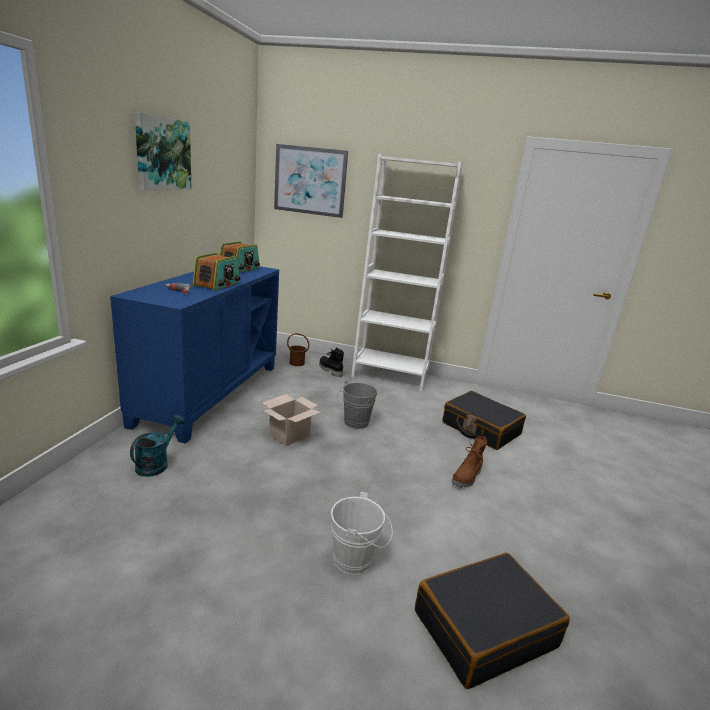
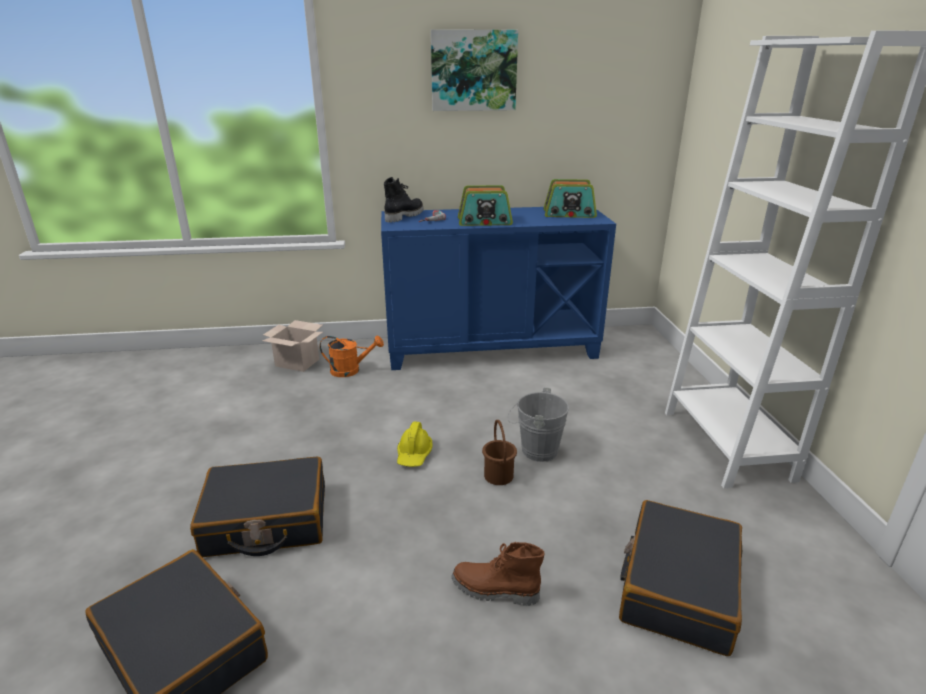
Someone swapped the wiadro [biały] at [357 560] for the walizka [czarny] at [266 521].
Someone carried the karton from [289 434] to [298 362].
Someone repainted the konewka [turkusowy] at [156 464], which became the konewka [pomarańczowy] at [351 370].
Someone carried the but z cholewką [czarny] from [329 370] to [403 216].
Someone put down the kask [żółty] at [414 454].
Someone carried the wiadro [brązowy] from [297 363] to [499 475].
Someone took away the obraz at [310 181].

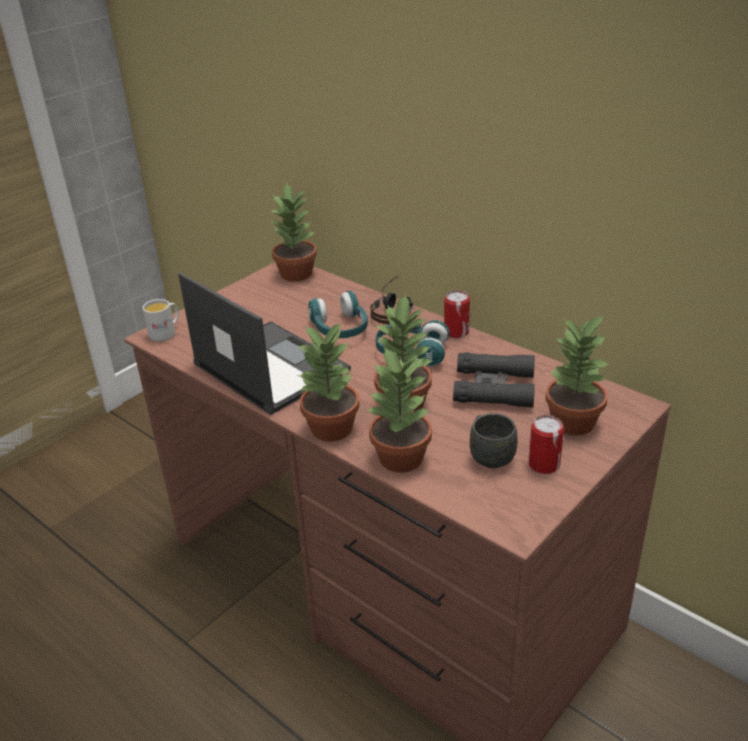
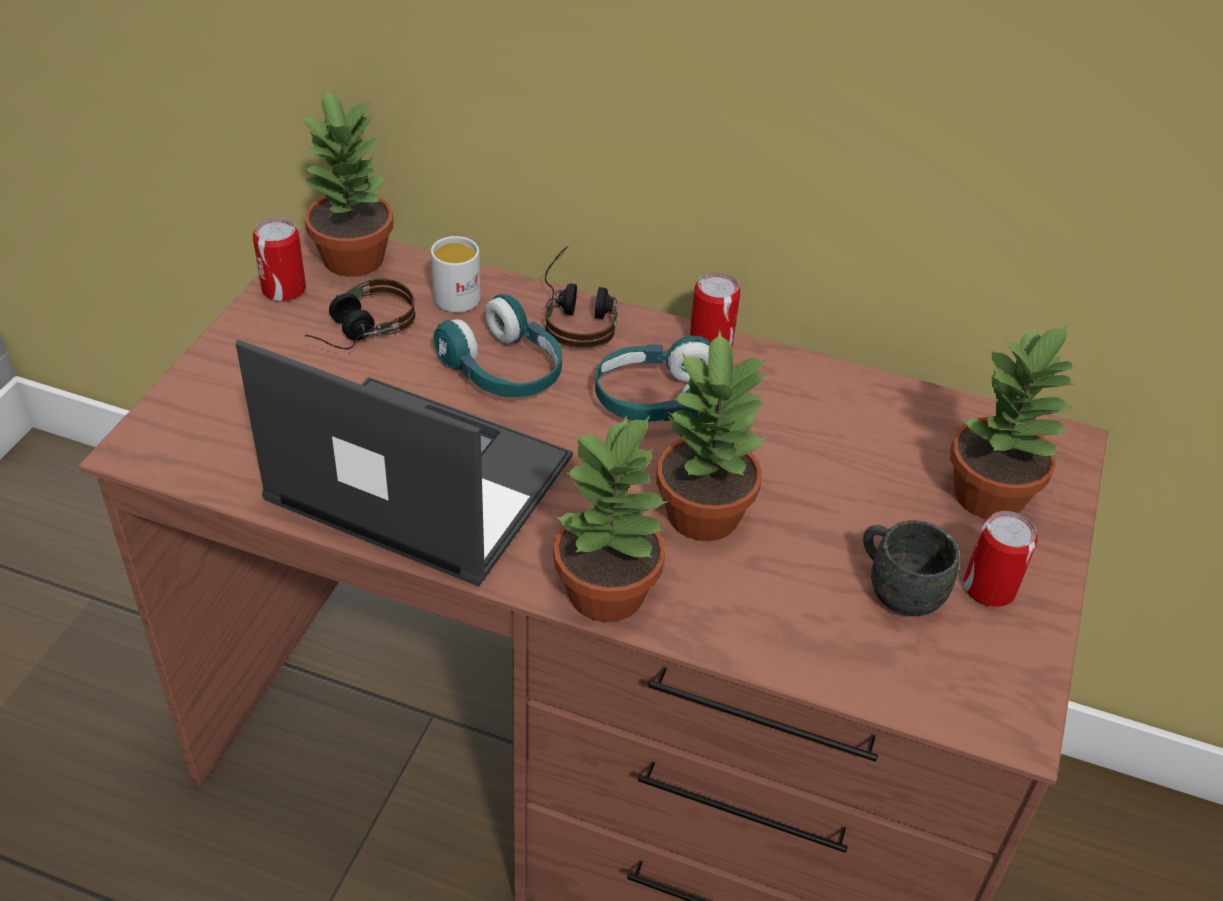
Someone put down the puszka at [284 289].
Someone put down the słuchawki at [357 331].
Someone carried the kubek [biały] from [166 332] to [460 293].
Someone took away the roślina doniczkowa at [401 459].
Someone took away the lornetka [czarny] at [494 388].

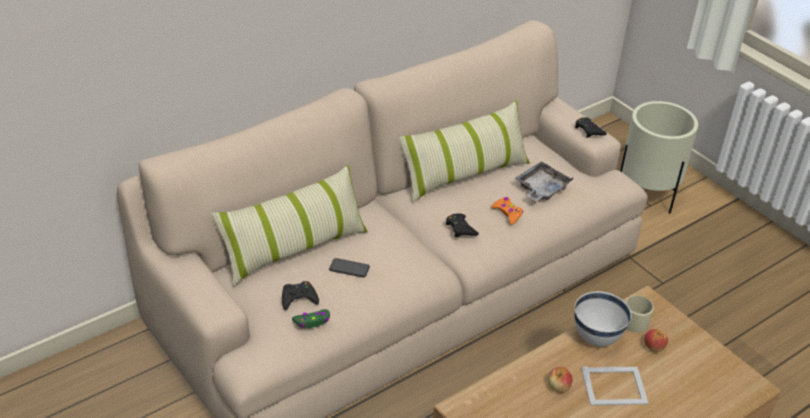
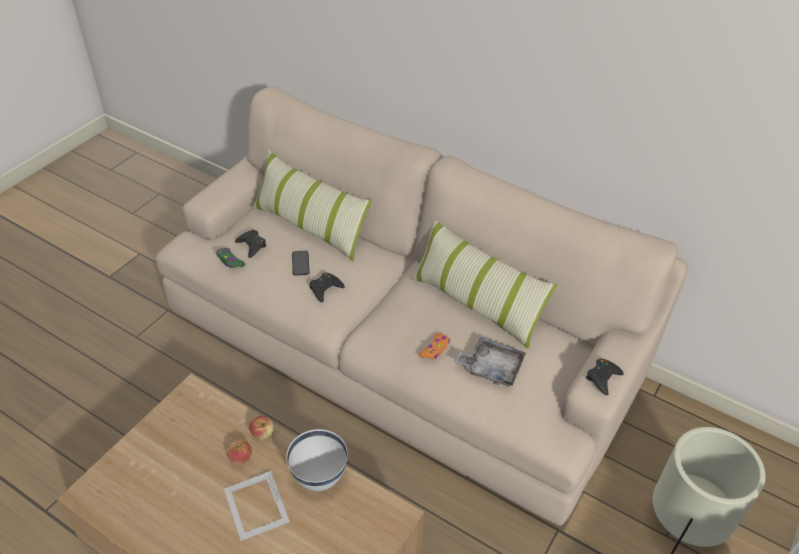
Someone carried the jabłko from [653 347] to [263 433].
Someone carried the pad do gier [czarny] from [460 228] to [325 289].
Someone took away the kubek [beżowy] at [634 319].

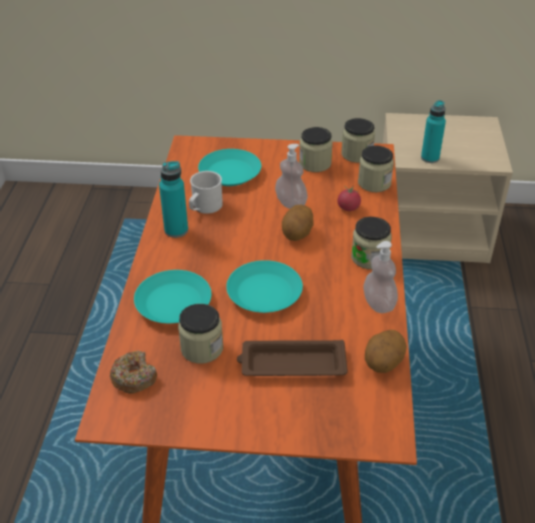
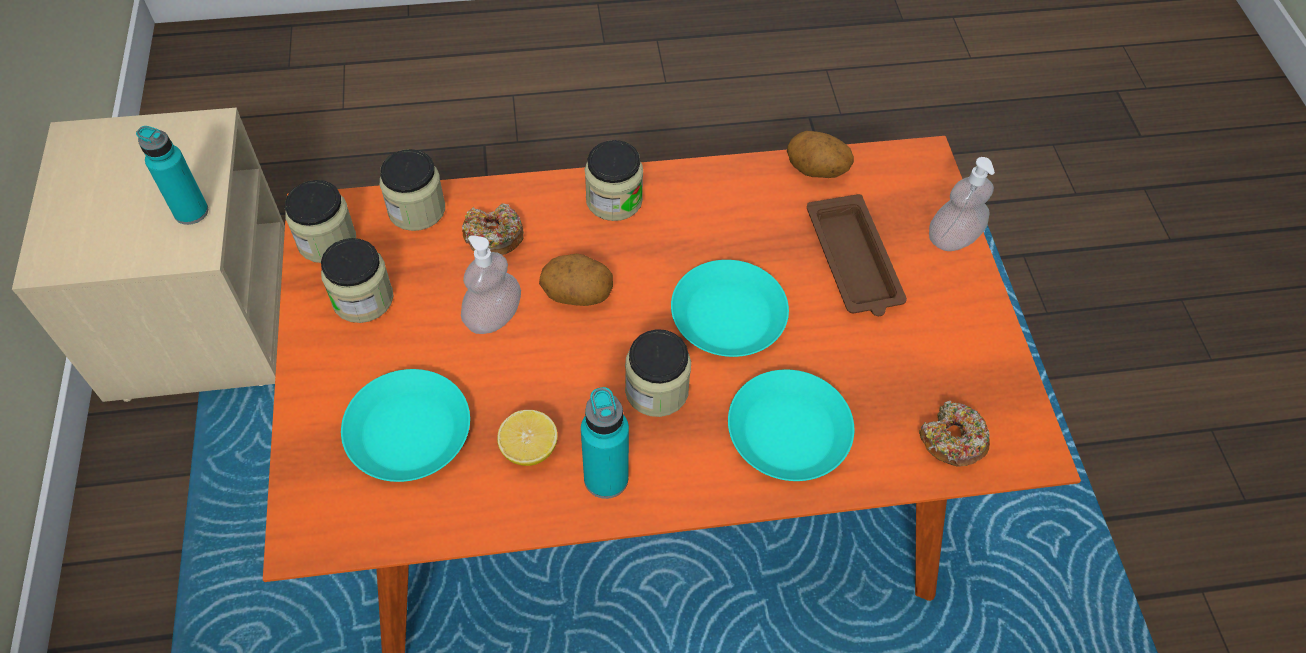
Someone swapped the pomidor at [348 208] for the donut at [493 237].
Someone swapped the kubek [biały] at [204 207] for the cytryna at [529 449].
Someone carried the słoik from [202 348] to [656 390].
Someone carried the dozownik mydła from [378 304] to [952 238].

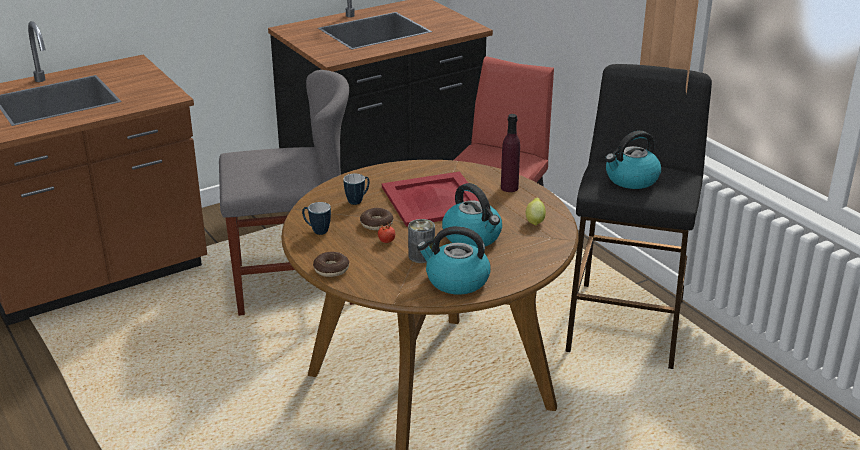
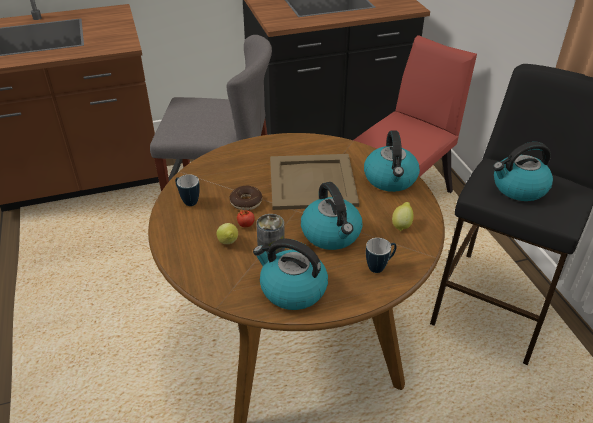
Someone put down the cytryna at [228 243].
Someone repainted the taca [czerwony] at [433 200], which became the taca [beżowy] at [311 182].
Someone swapped the butelka [fioletowy] at [509 188] for the czajnik at [390 179].
Someone carried the kubek from [358 200] to [380 266].
Someone took away the donut at [331 269].

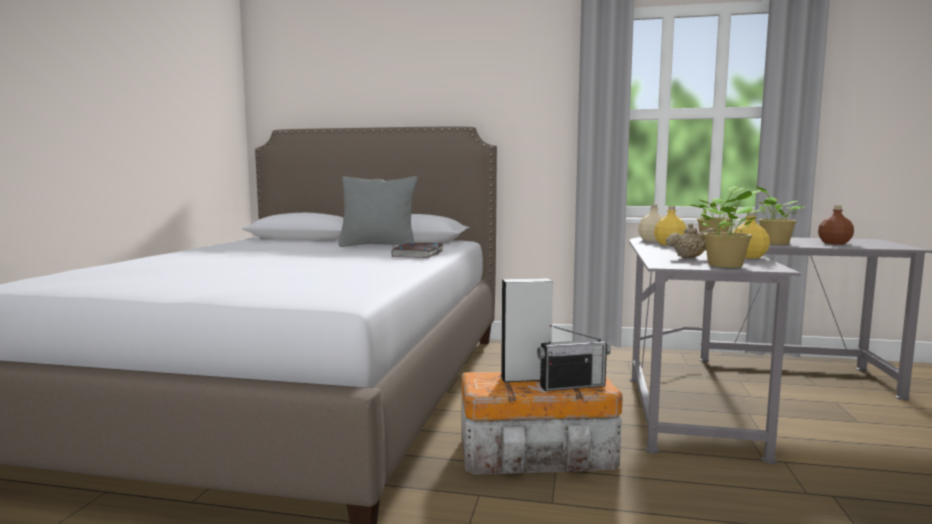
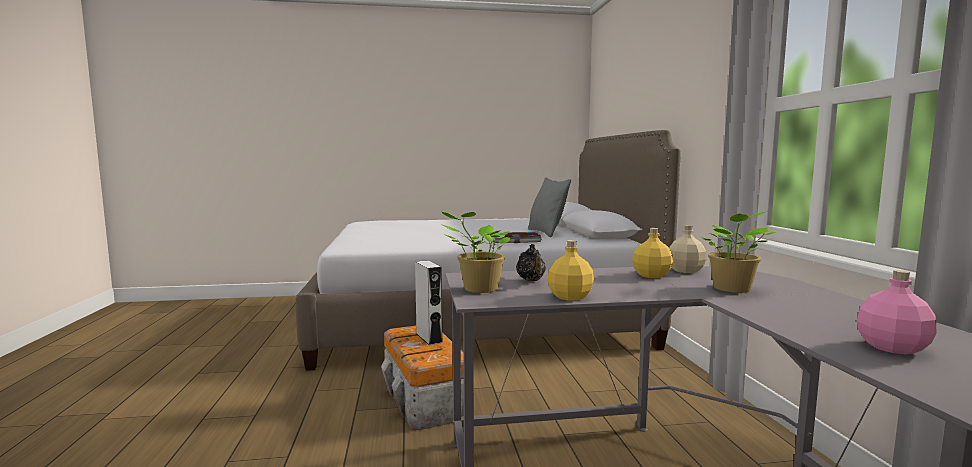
Someone repainted the imbryk [beżowy] at [690 257], which became the imbryk [czarny] at [531 281].
Someone repainted the butelka [brązowy] at [835 243], which became the butelka [różowy] at [893 348].
Someone took away the radio at [572 386].
Someone took away the roślina doniczkowa at [773 243].

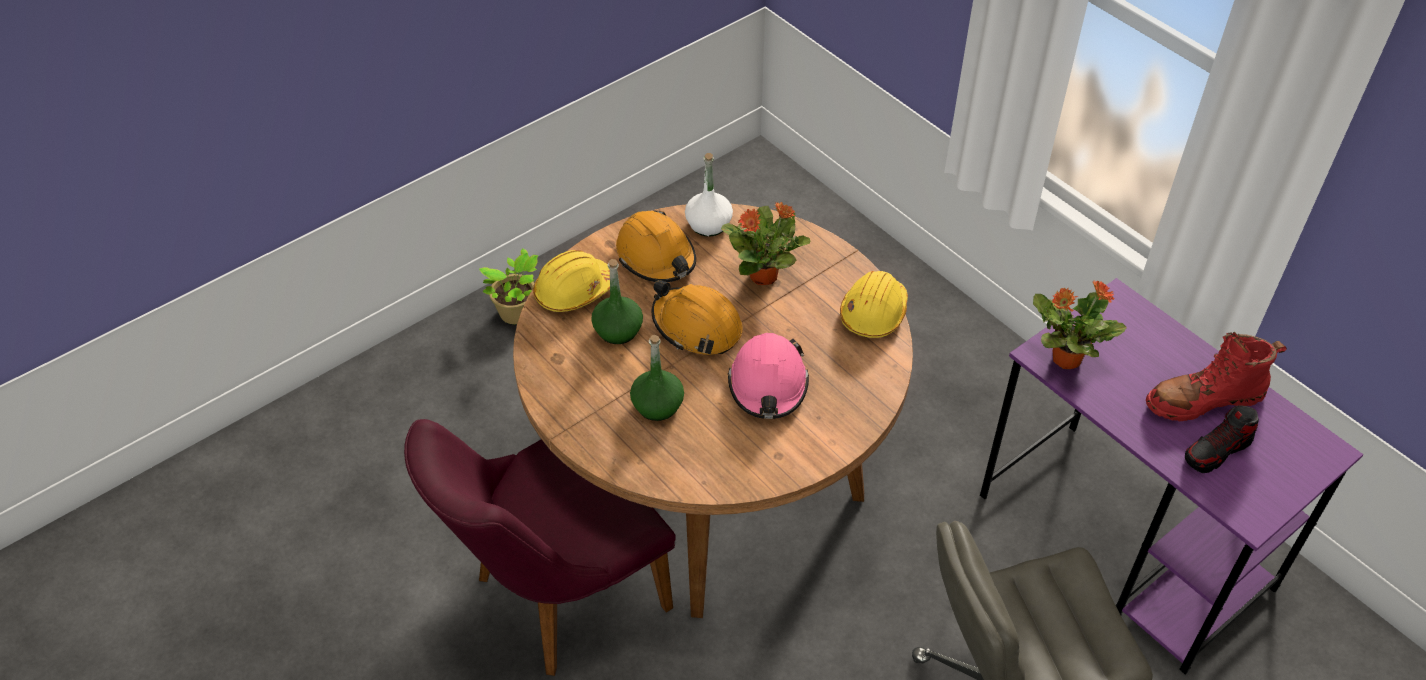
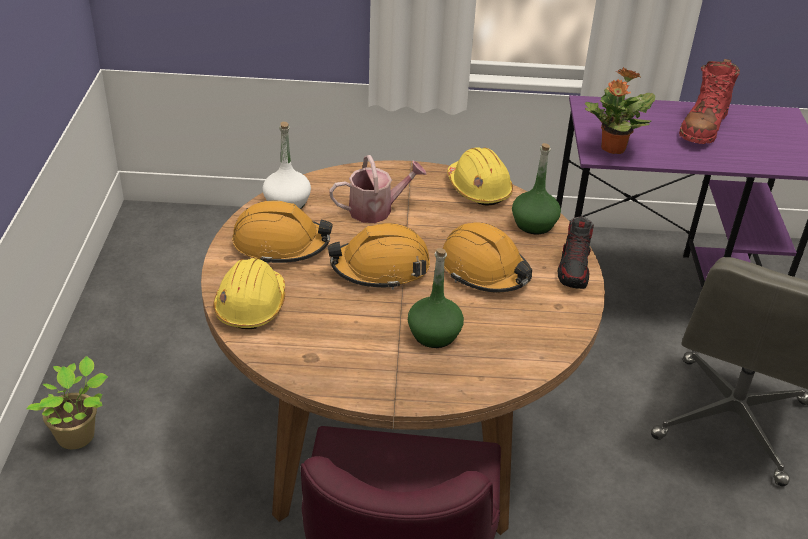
Someone swapped the roślina doniczkowa at [764 276] for the konewka at [376 210].
Someone repainted the kask [różowy] at [768 385], which became the kask [pomarańczowy] at [484 270].
Someone carried the butelka [zielony] from [618 330] to [534 224].
Someone carried the but from [1217 451] to [574 268].

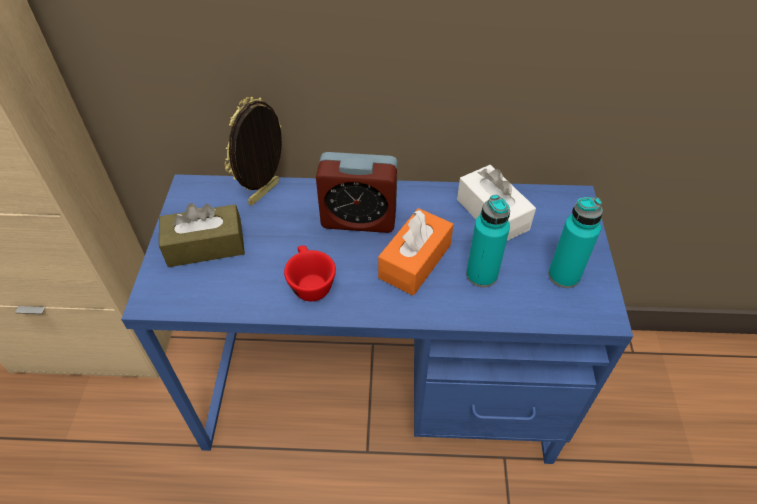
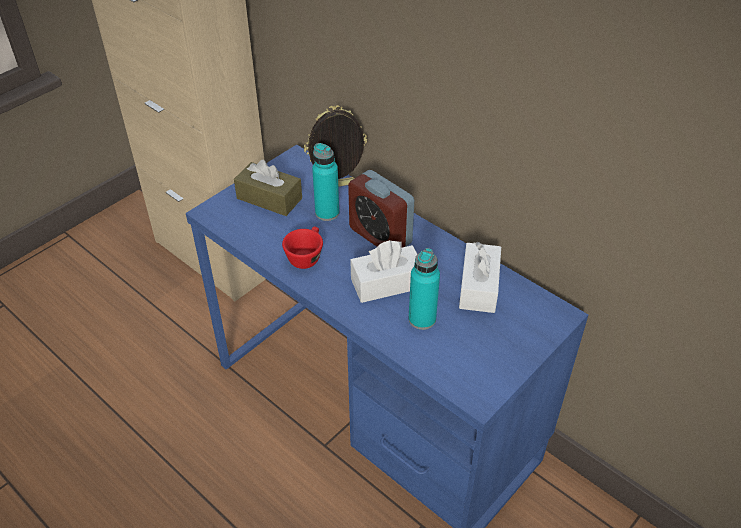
Someone carried the butelka [turkusowy] from [563 275] to [327 213].
Someone repainted the pudełko chusteczek [pomarańczowy] at [415 261], which became the pudełko chusteczek [biały] at [386 283].

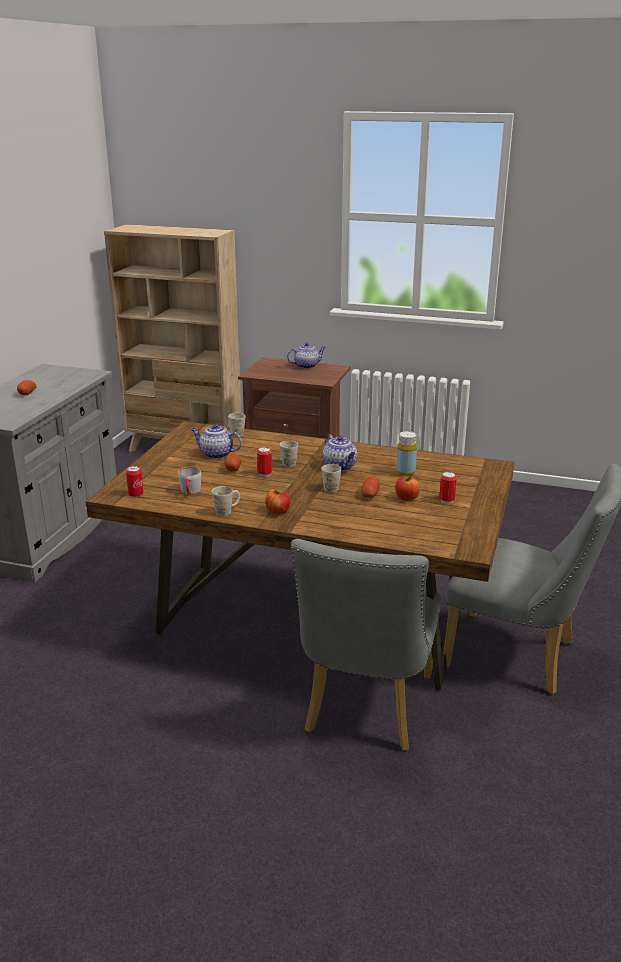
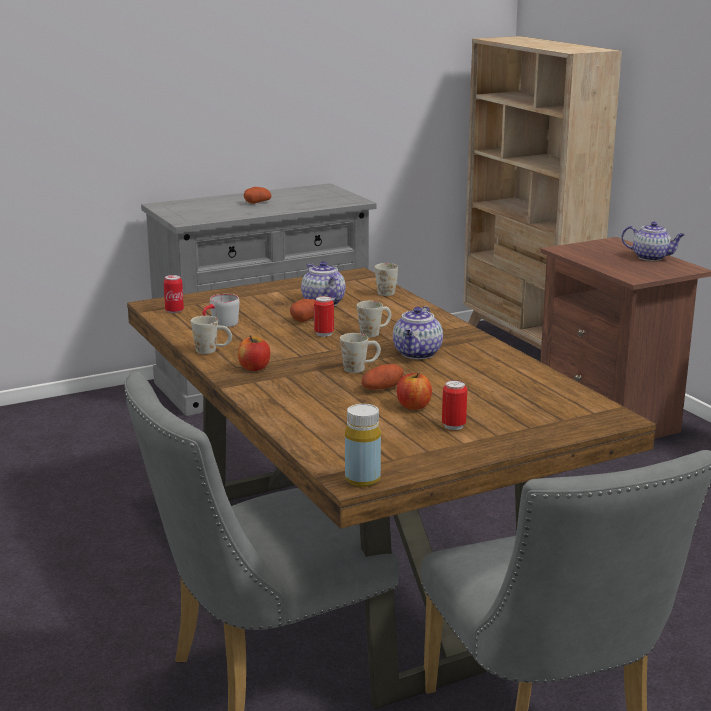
Someone carried the butelka [żółty] from [405 472] to [362 479].

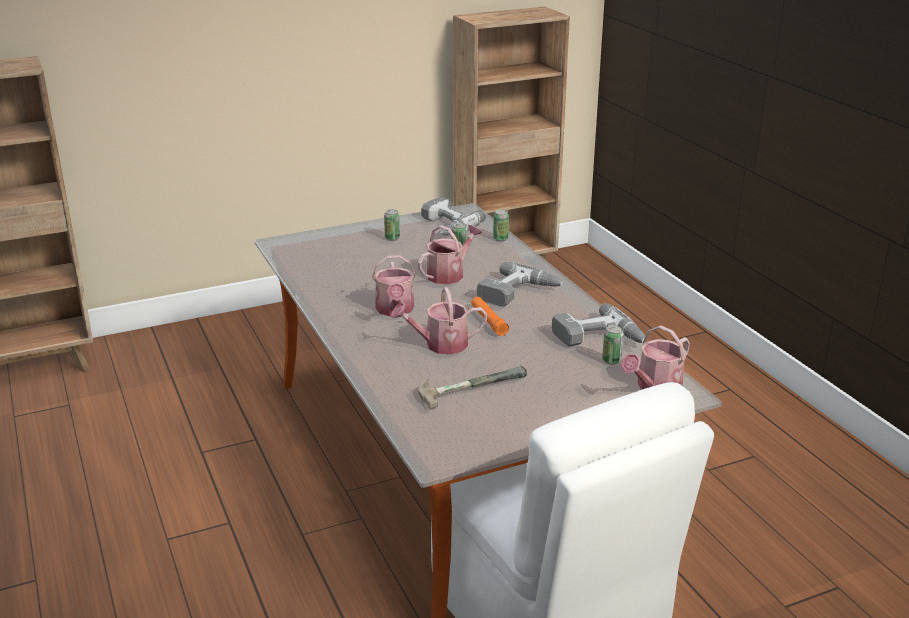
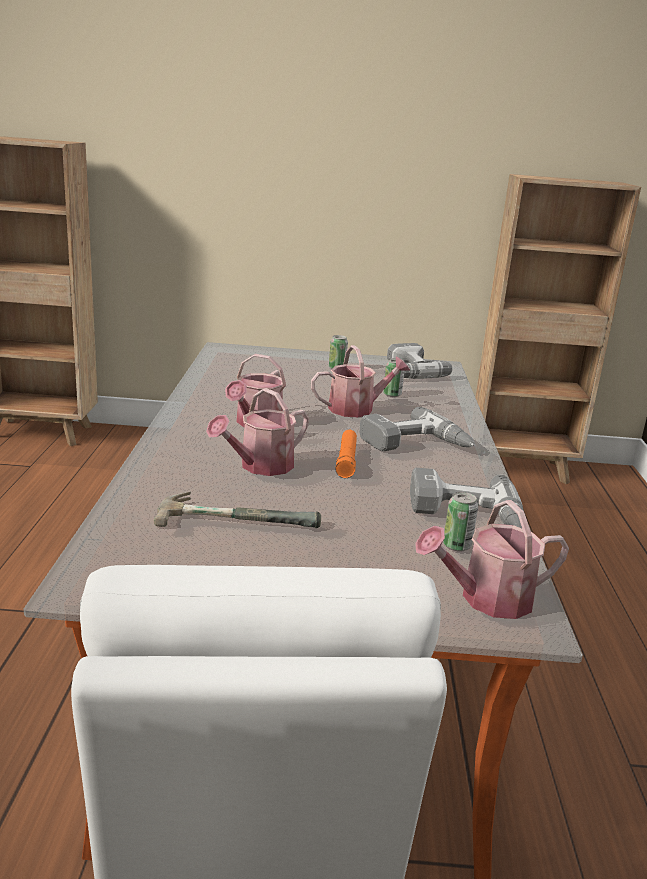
Someone rotated the konewka at [440 344] by 60 degrees counterclockwise.
Someone took away the puszka at [500 238].

